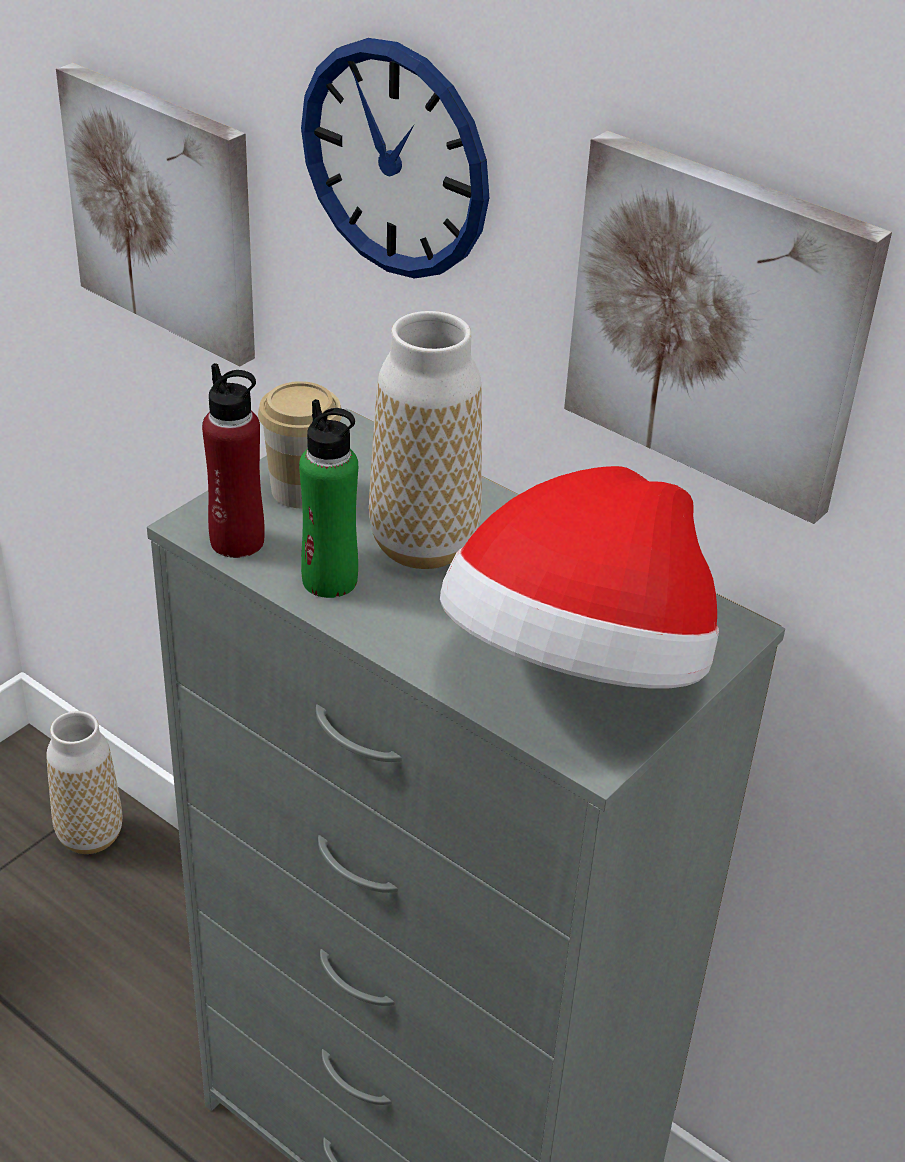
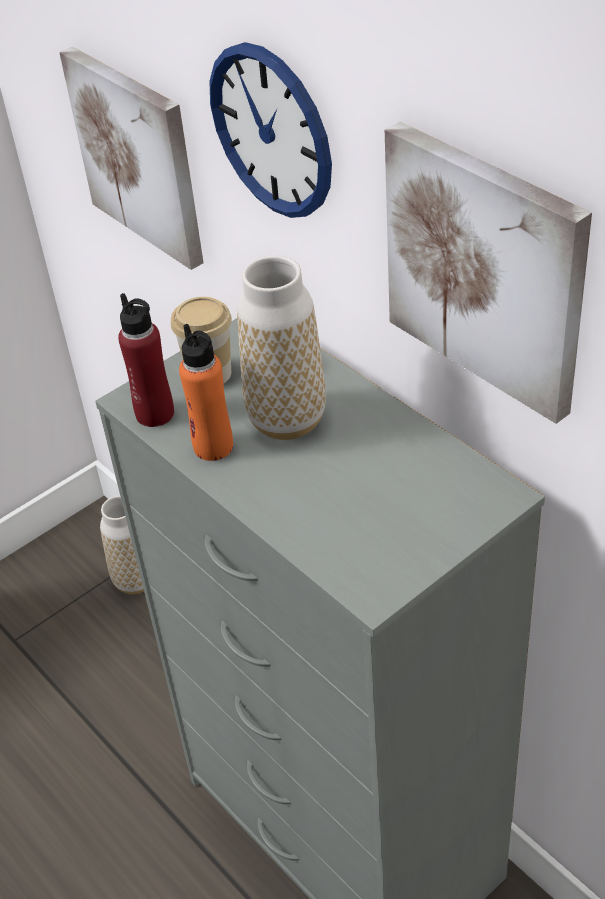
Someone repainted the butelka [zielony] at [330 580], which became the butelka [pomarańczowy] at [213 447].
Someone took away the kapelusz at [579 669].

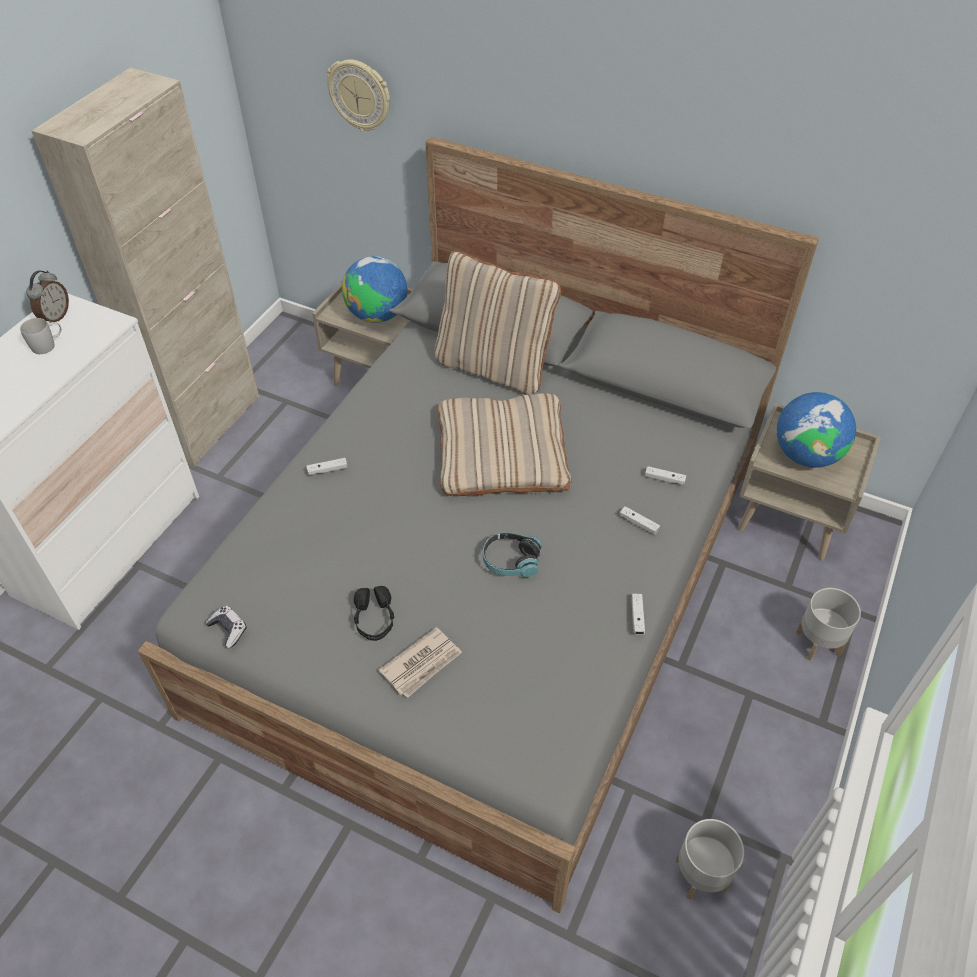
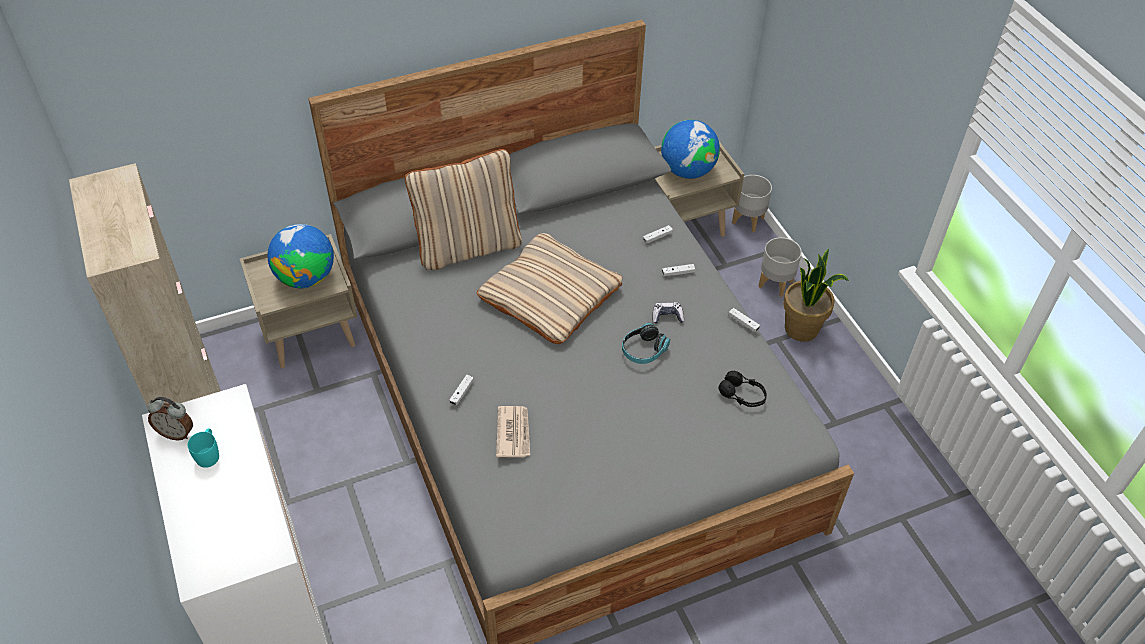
Someone rotated the budzik at [55 317] by 135 degrees clockwise.
Someone repainted the kubek [biały] at [48 345], which became the kubek [turkusowy] at [209 454].
Someone carried the gazeta from [422 664] to [513 433].
Someone carried the pad do gier from [228 629] to [667 316].
Someone carried the słuchawki [czarny] from [374 619] to [742 395].
Someone carried the donica [szary] from [701 876] to [748 220].
Someone put down the roślina doniczkowa at [802 329].
Someone took away the zegar ścienny at [360 95].

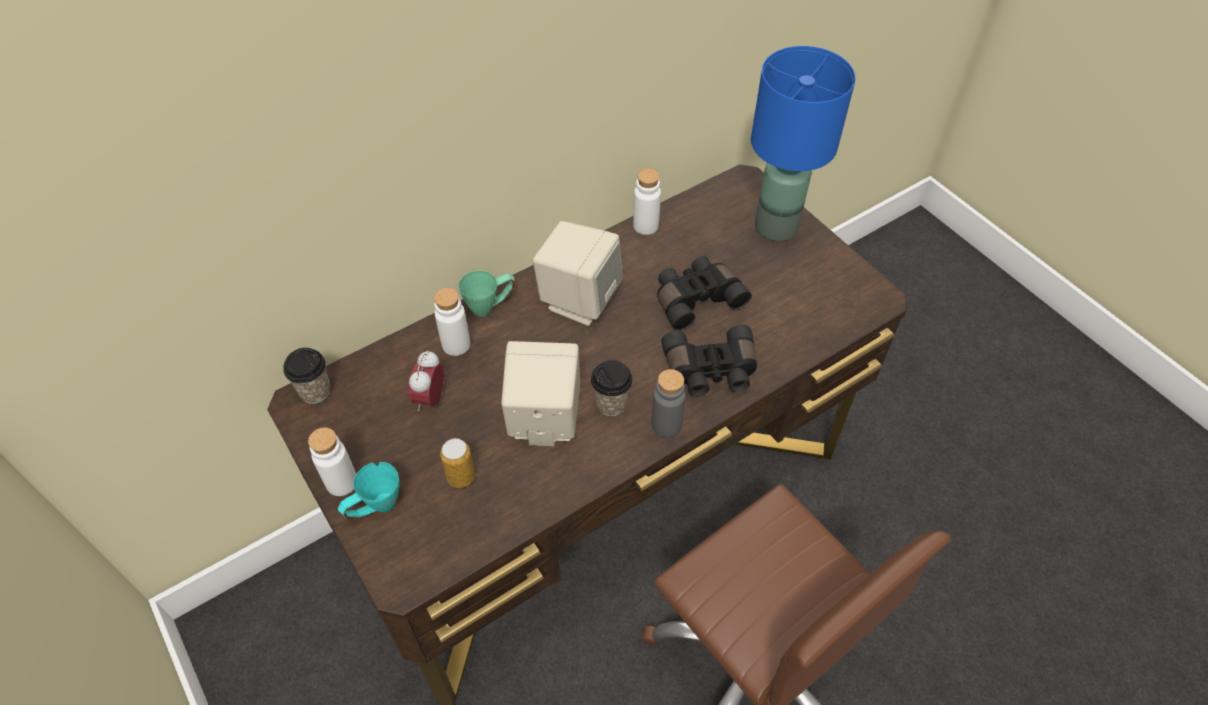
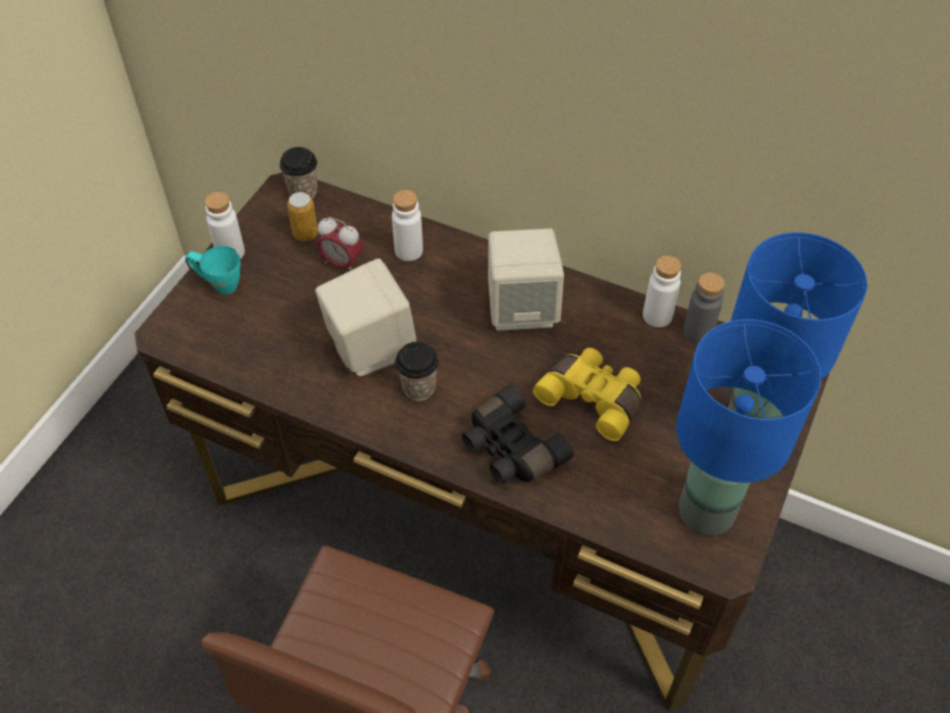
Someone carried the puszka from [461 477] to [305 234].
Someone rotated the budzik at [430 398] by 135 degrees counterclockwise.
Someone repainted the lornetka [czarny] at [696 299], which became the lornetka [żółty] at [593 398].
Someone put down the lampa stołowa [niebieski] at [707 510].
Someone carried the butelka [szary] from [666 425] to [697 333].
Someone took away the kubek [zielony] at [490 306].

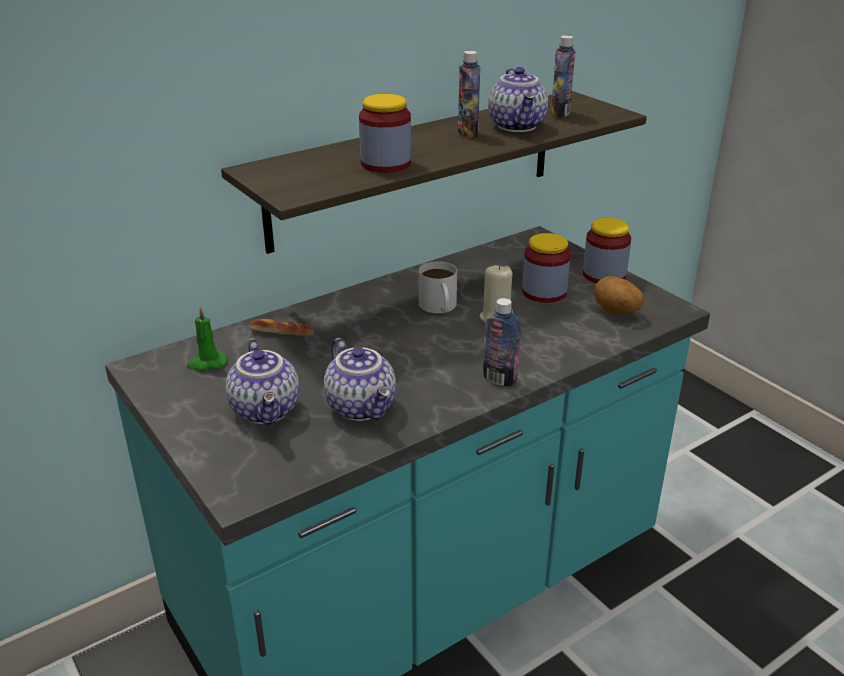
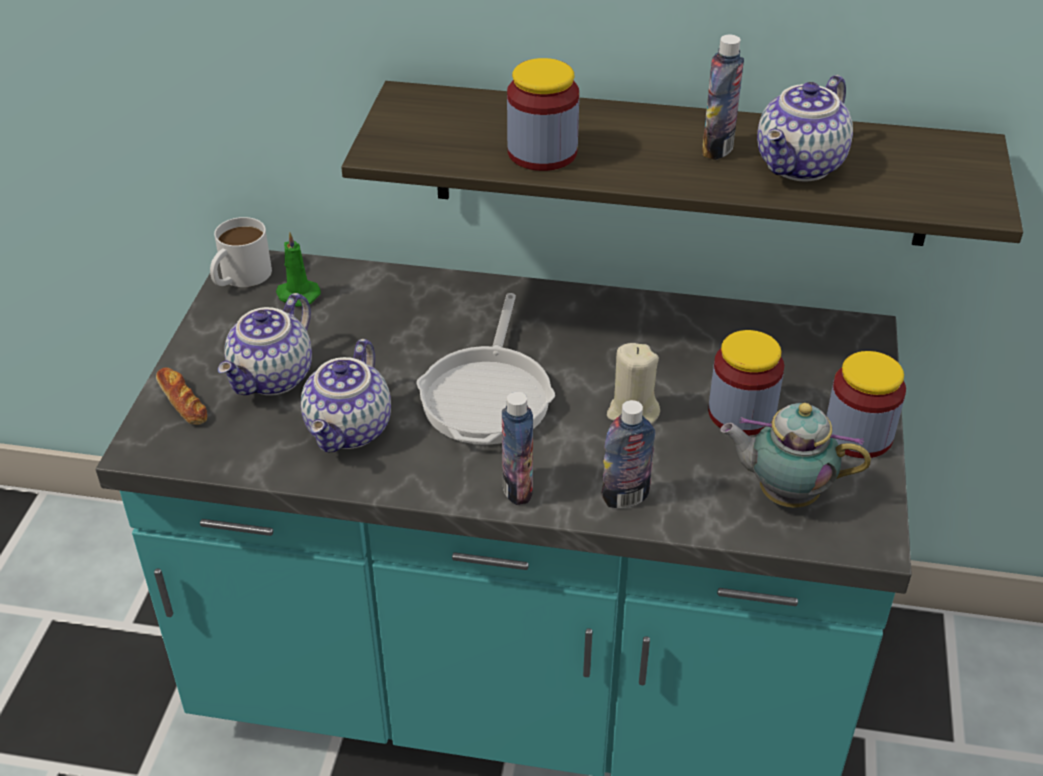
Someone carried the chleb from [282 332] to [182 401].
Someone carried the kubek [biały] from [439 307] to [239 277].
Someone put down the patelnia at [488 395].
Someone carried the butelka from [560 114] to [625 497].
Someone swapped the ziemniak at [615 312] for the imbryk at [783 494].

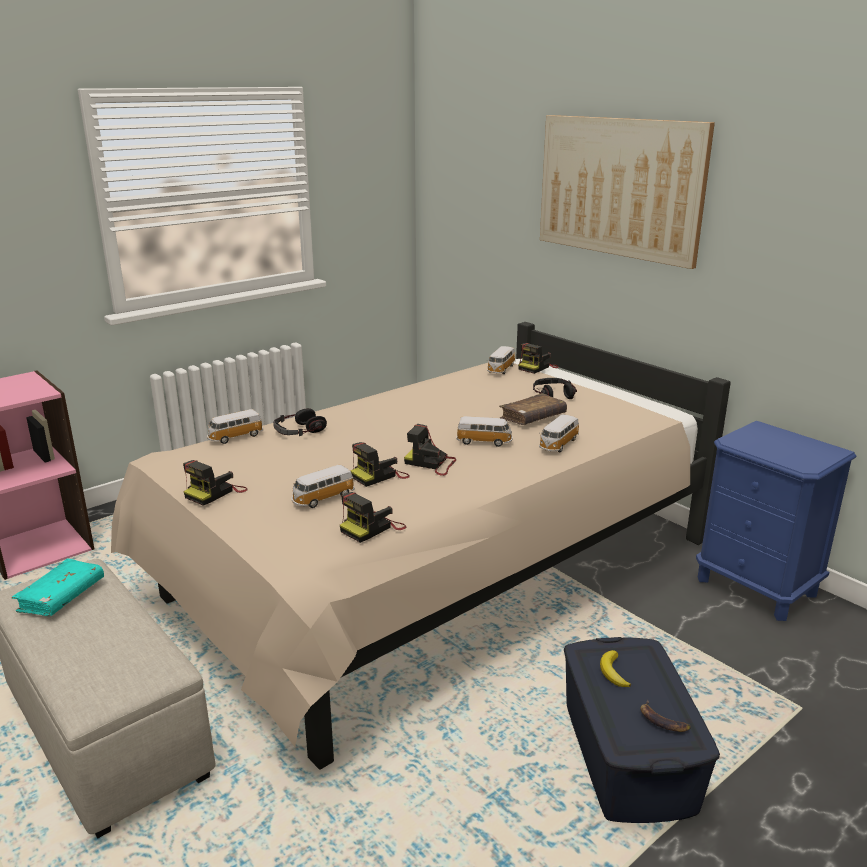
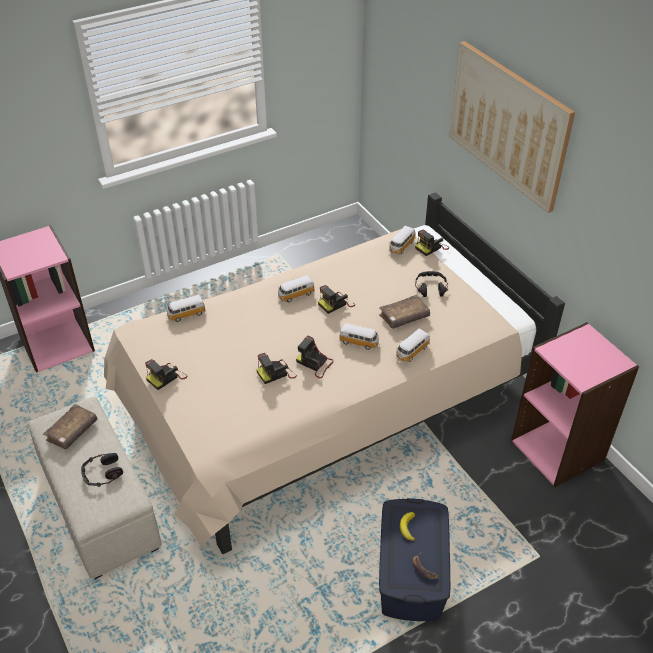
Someone repainted the książka [turkusowy] at [62 597], which became the książka [brązowy] at [72 431].
Someone carried the słuchawki from [299 430] to [102 473].
Someone carried the samochodzik from [322 498] to [295 295].
Someone carried the aparat fotograficzny from [372 528] to [336 303].
Someone swapped the szafka nocna [niebieski] at [757 587] for the regał [różowy] at [558 449].

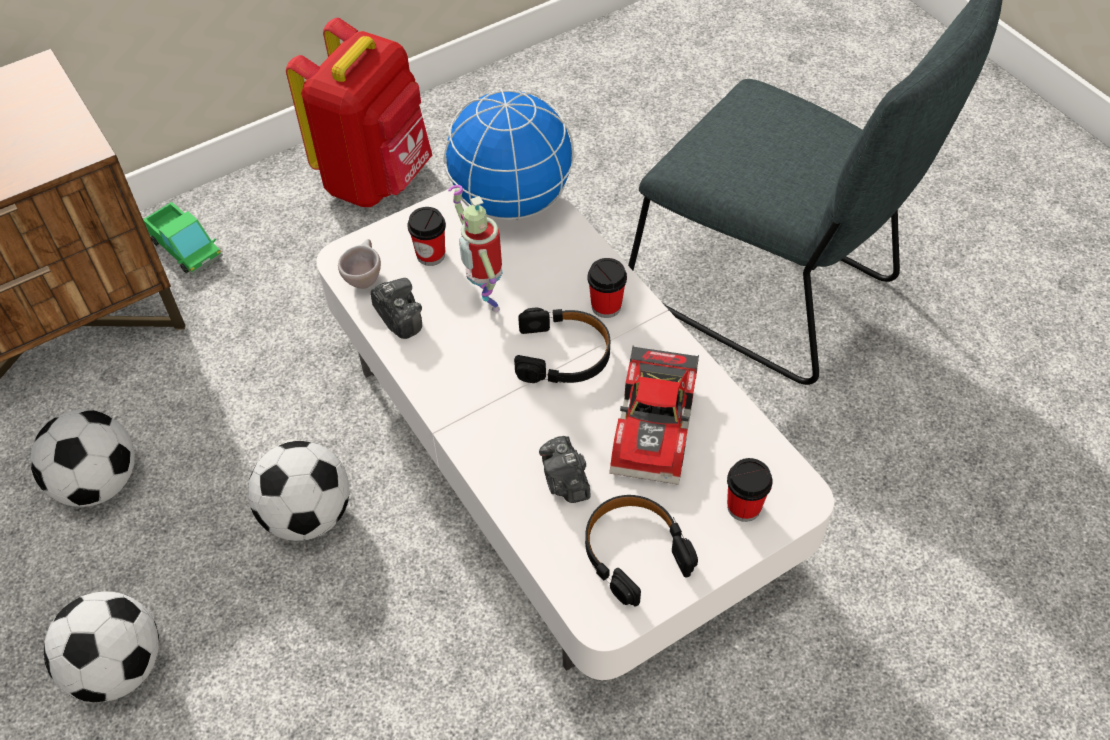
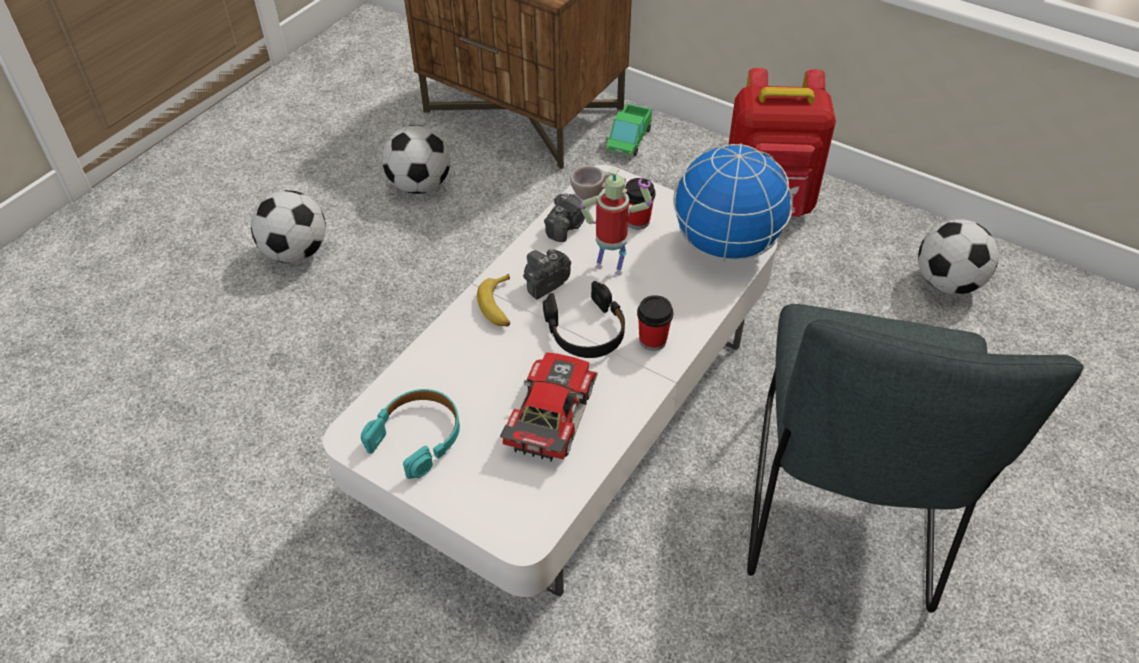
Someone repainted the słuchawki [czarny] at [634 552], which became the słuchawki [turkusowy] at [417 437].
Someone put down the banan at [499 306].
Someone rotated the samochodzik at [658 426] by 120 degrees clockwise.
Someone carried the aparat fotograficzny from [565 481] to [545 284].
Someone rotated the robot zabawkowy at [485 301] by 75 degrees clockwise.
Someone carried the piłka futbolowa from [307 515] to [947 283].
Someone took away the filiżanka at [743 507].

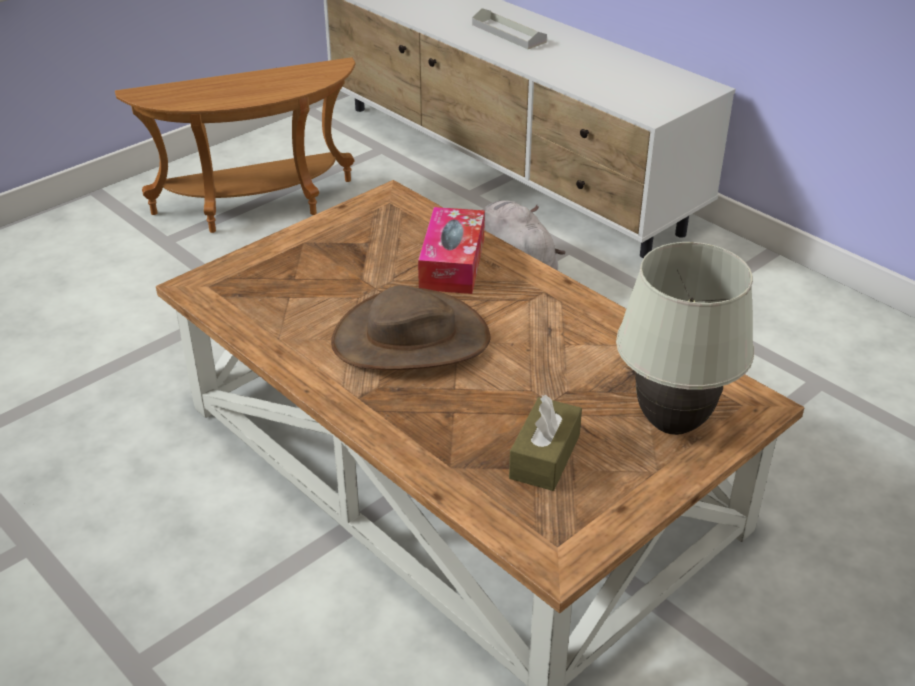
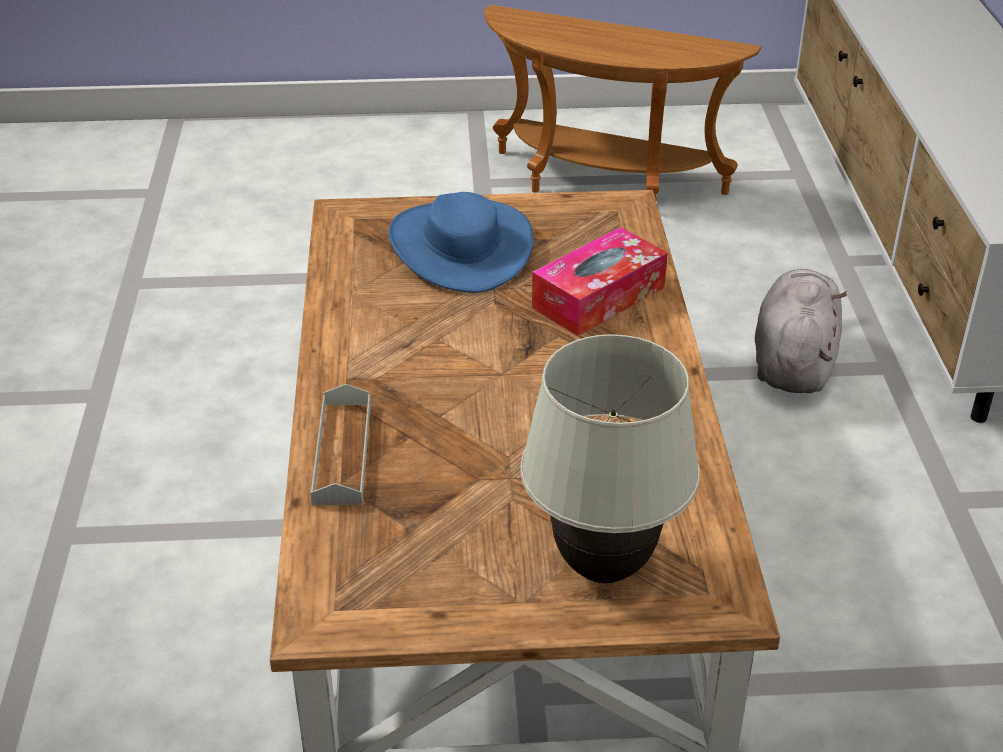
Someone carried the taca [szary] from [508 33] to [342 452].
Someone put down the kapelusz [niebieski] at [461 246].
Someone took away the kapelusz [brązowy] at [410 340].
Someone took away the pudełko chusteczek [brązowy] at [545 456].

